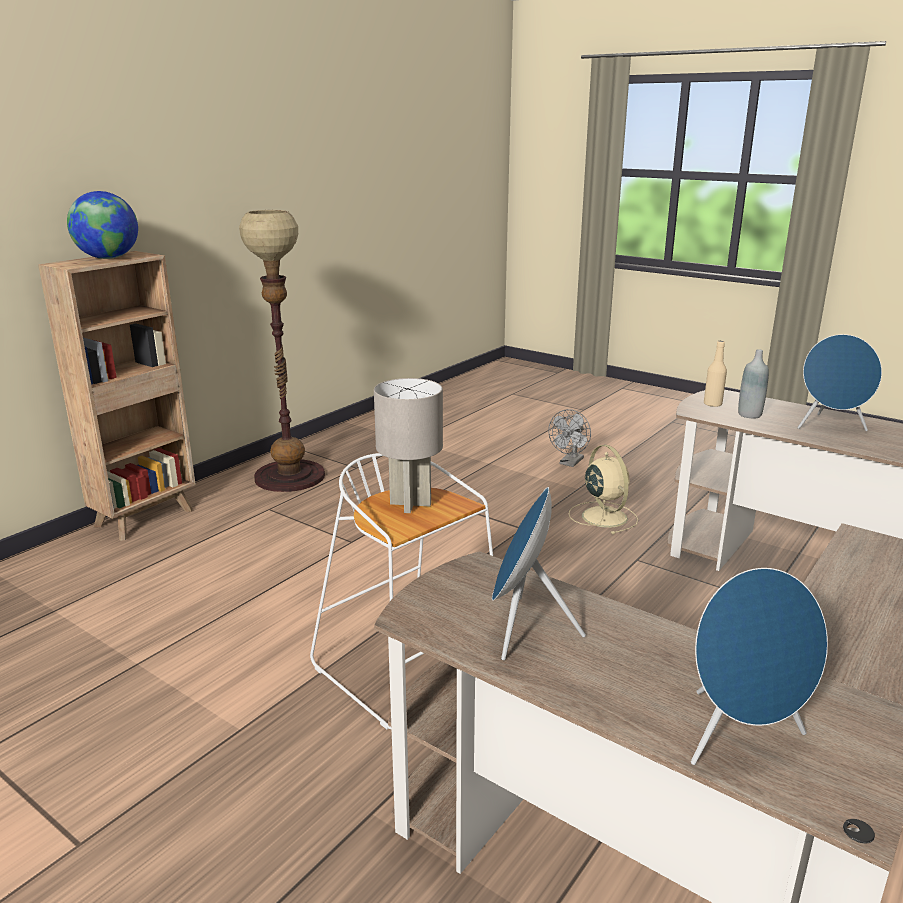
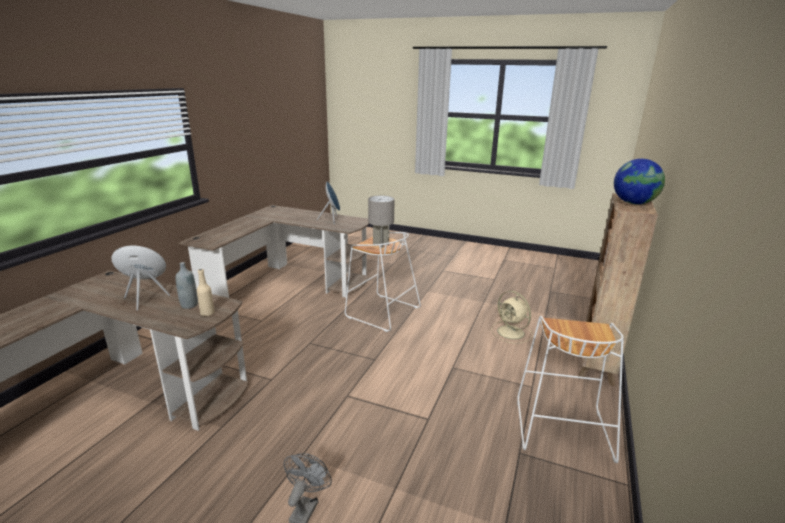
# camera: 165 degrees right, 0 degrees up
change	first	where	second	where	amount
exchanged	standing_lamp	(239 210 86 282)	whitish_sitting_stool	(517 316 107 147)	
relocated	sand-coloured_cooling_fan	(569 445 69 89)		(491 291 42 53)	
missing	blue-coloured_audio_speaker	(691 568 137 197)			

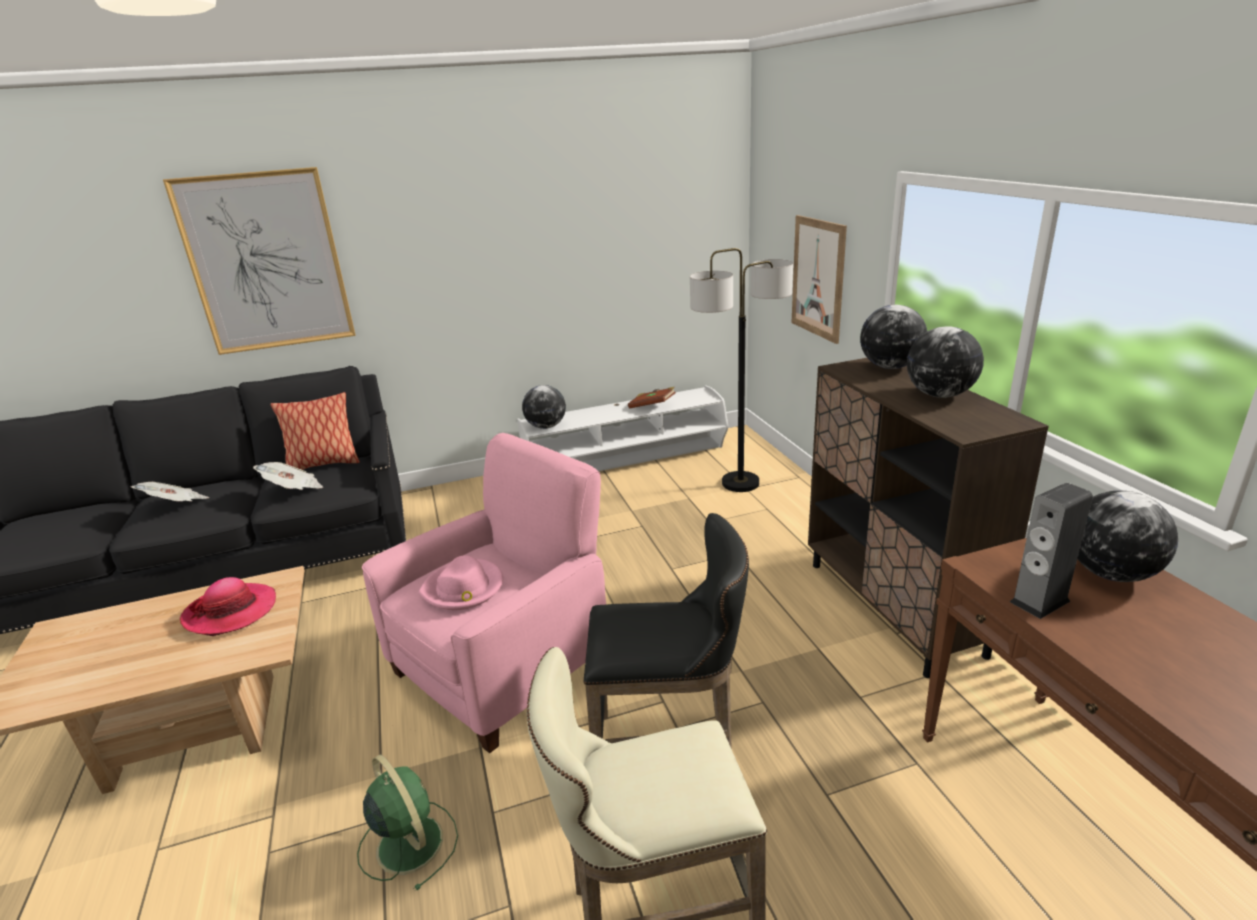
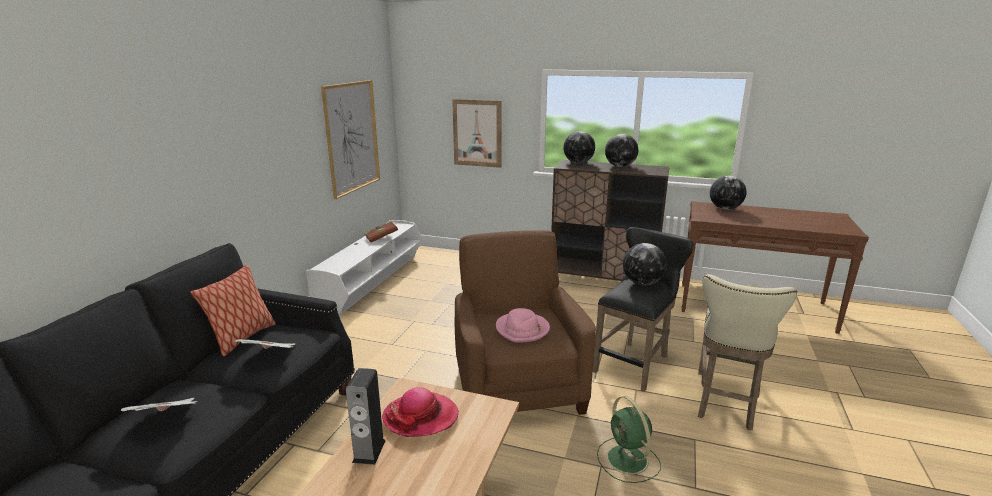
# camera: 55 degrees left, 5 degrees down
change	first	where	second	where	amount
relocated	wall_picture	(163 167 193 188)		(321 80 59 119)	
missing	standing_lamp	(690 248 103 244)			
relocated	desk_globe	(522 385 44 44)		(623 243 44 42)	
colour	pink_armchair	(362 433 244 320)	brown_armchair	(455 230 141 185)	
relocated	audio_speaker	(1010 483 83 136)		(346 368 40 97)	
spun	greenish_cooling_fan	(357 754 101 137)		(597 396 64 87)	105 degrees counterclockwise

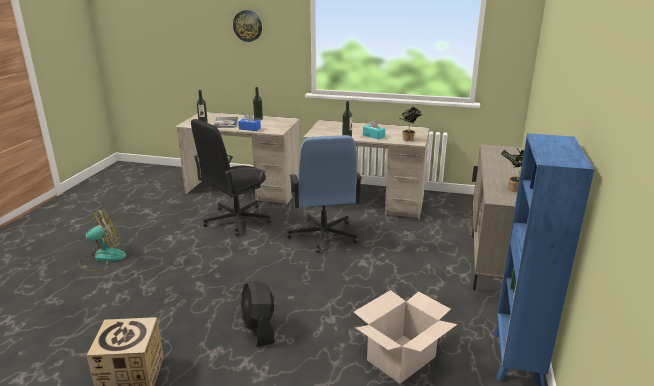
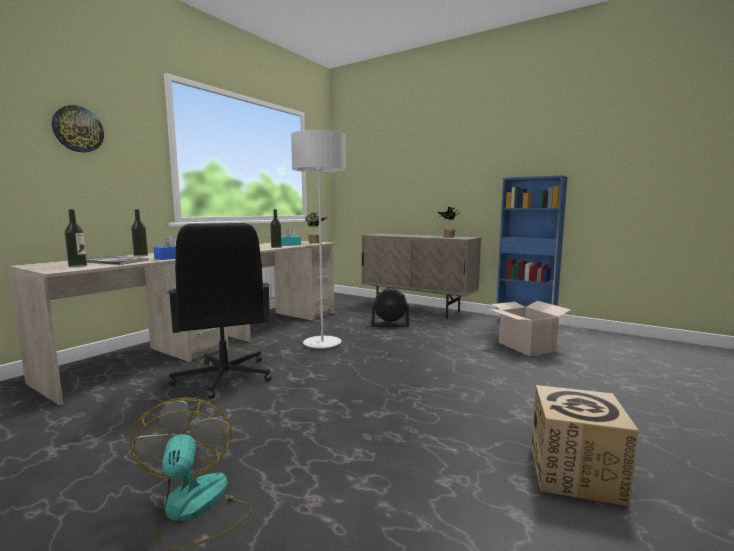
# camera: 70 degrees left, 15 degrees down
change	first	where	second	where	amount
exchanged	blue-coloured_office_chair	(287 135 75 118)	gray_standing_lamp	(291 130 55 219)	
relocated	black-coloured_cooling_fan	(241 281 33 66)		(371 289 39 38)	

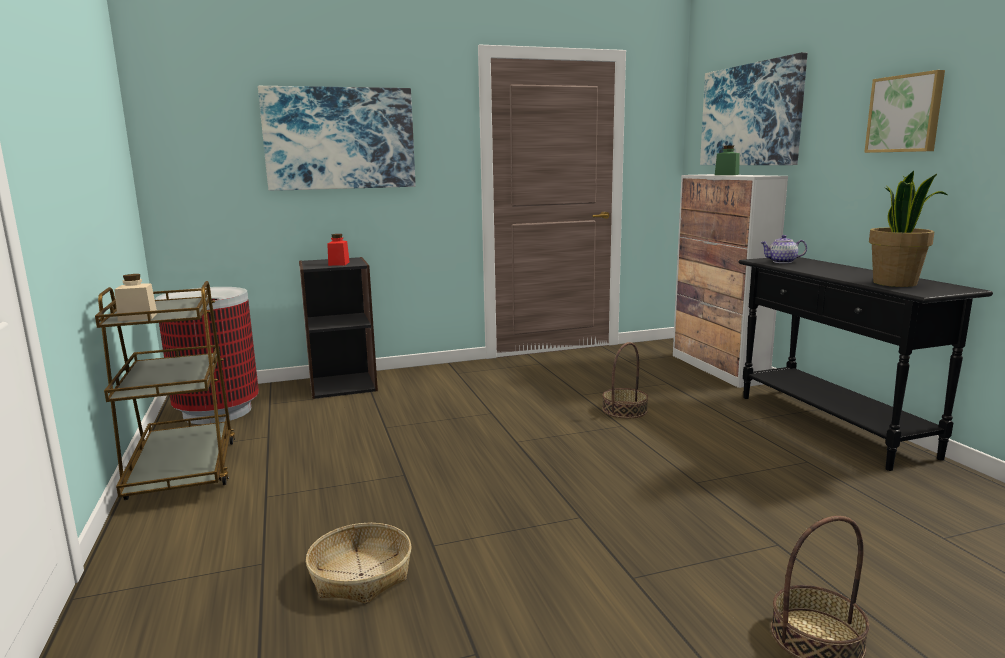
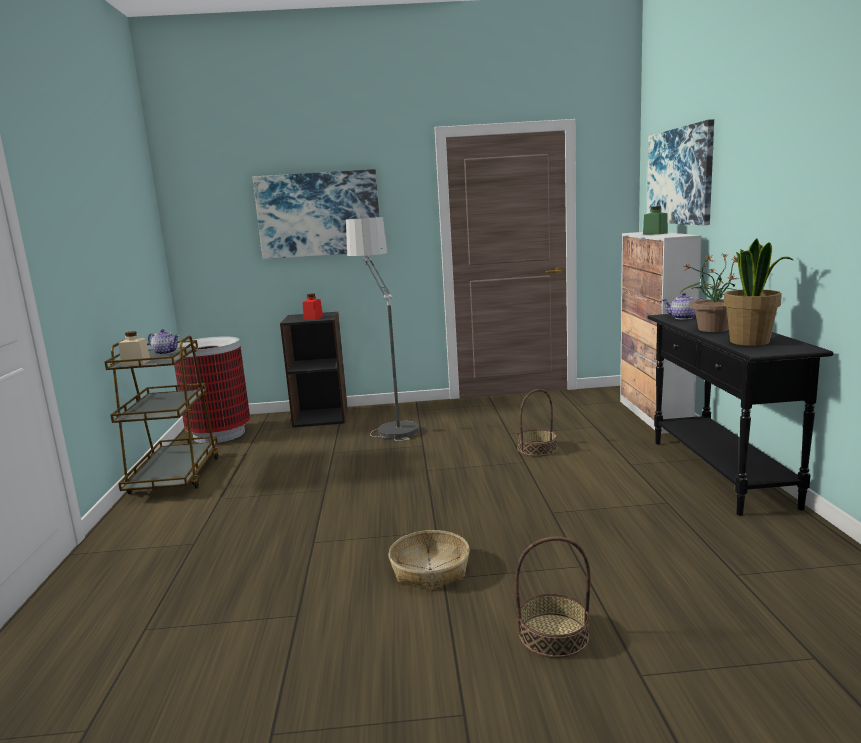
# camera: 15 degrees right, 0 degrees up
change	first	where	second	where	amount
missing	wall_picture	(864 70 81 83)			
relocated	household_basket	(306 523 105 81)		(388 530 82 60)	
appeared			standing_lamp	(346 217 73 224)	
appeared			houseplant	(681 253 57 79)	
appeared			tea_pot	(148 329 31 26)	

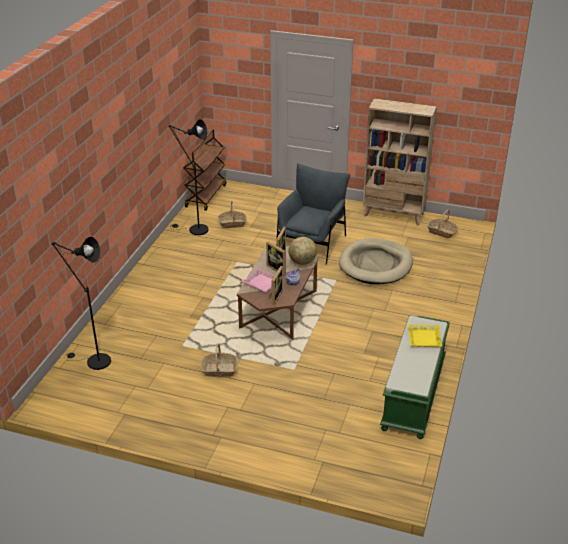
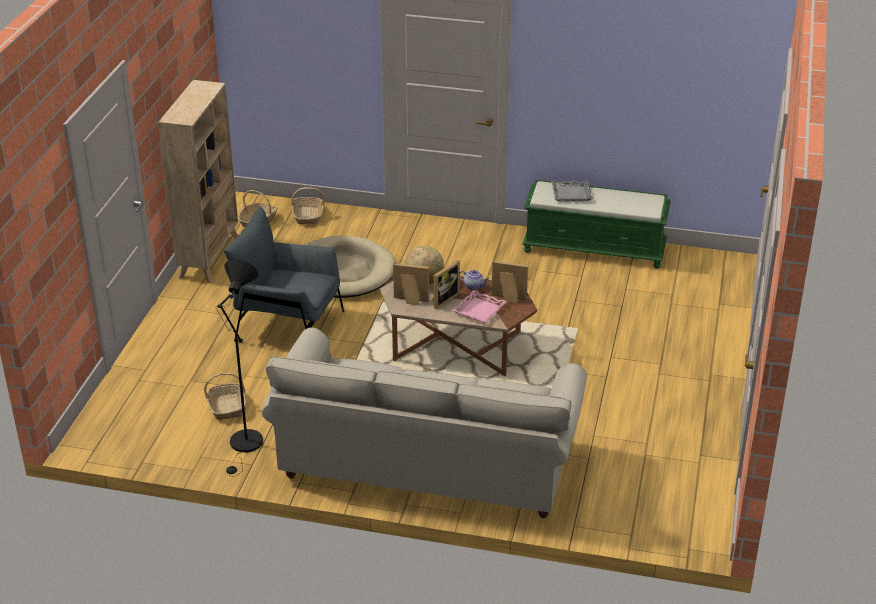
# camera: 95 degrees left, 0 degrees up
change	first	where	second	where	amount
missing	brown_trolley	(183 130 43 81)			
missing	black-coloured_standing_lamp	(52 237 59 133)			
colour	yellow_tray	(408 324 34 23)	gray_tray	(551 181 42 21)	
relocated	household_basket	(201 343 37 34)		(291 187 34 37)	
appeared			sand-coloured_settee	(261 327 326 191)	

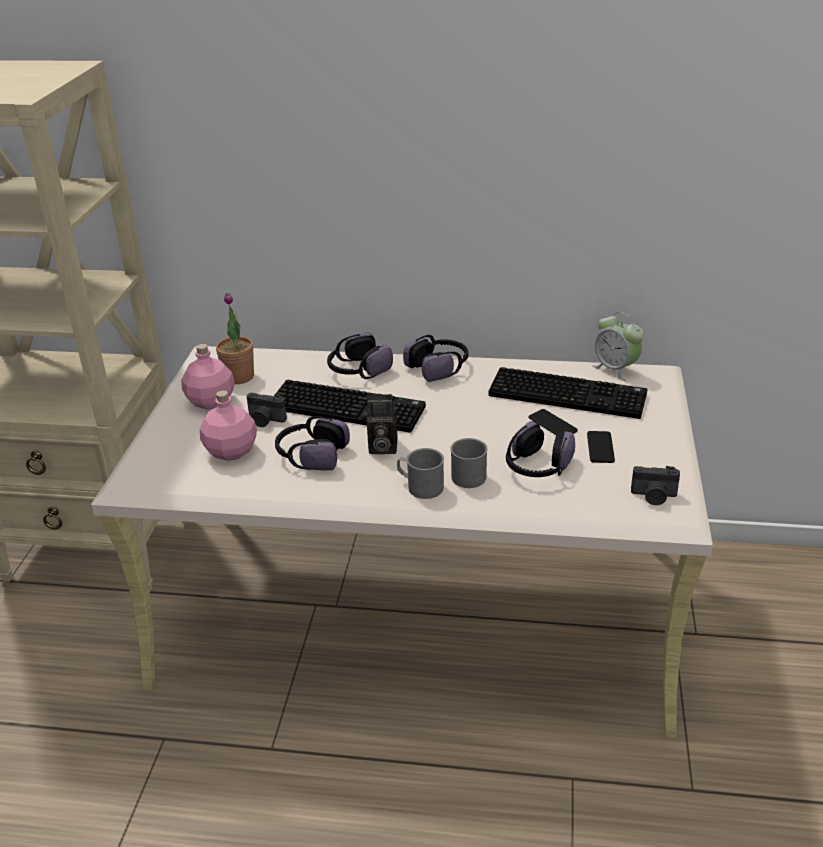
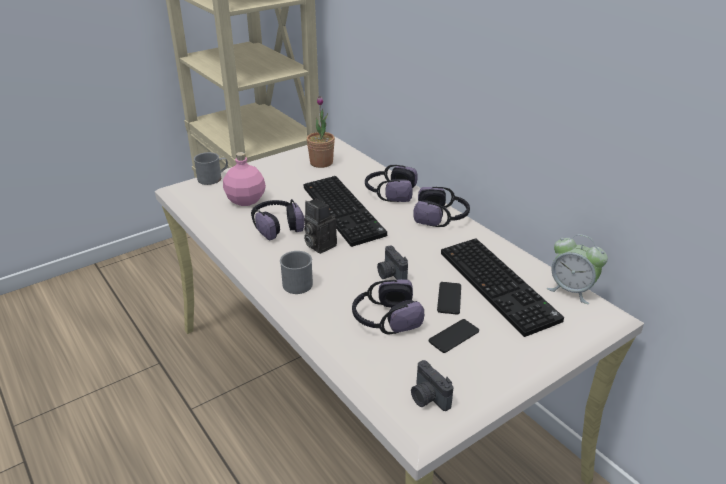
# camera: 45 degrees right, 0 degrees up
change	first	where	second	where	amount
spun	bedside_clock	(592 312 52 69)		(547 234 61 70)	60 degrees counterclockwise
missing	pink_beverage_bottle	(181 344 54 66)			
relocated	still_camera	(247 393 40 34)		(377 245 31 35)	
relocated	gray_tea_mug	(450 438 38 50)		(194 152 34 33)	

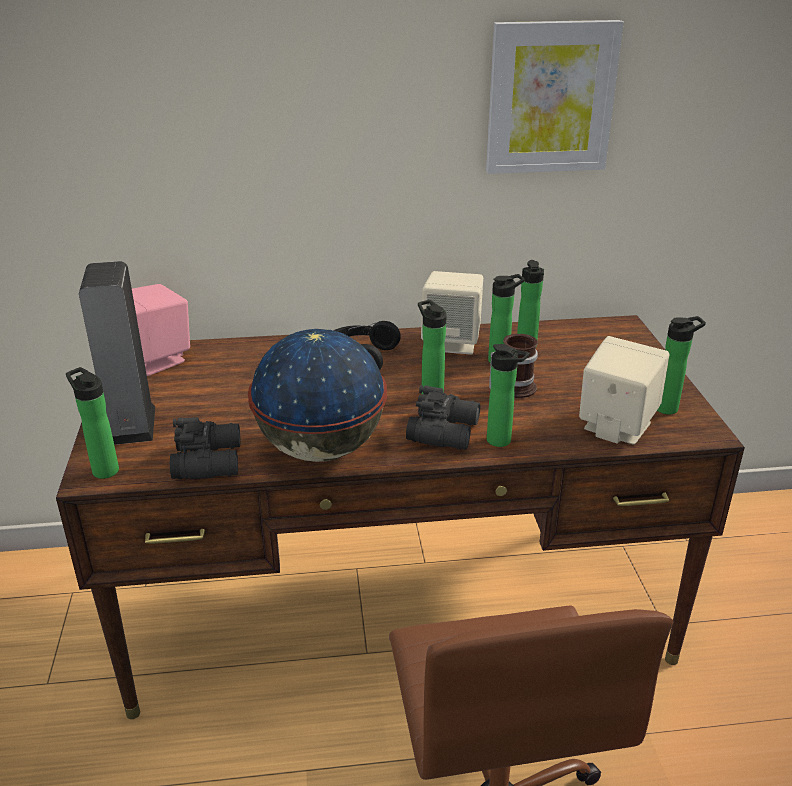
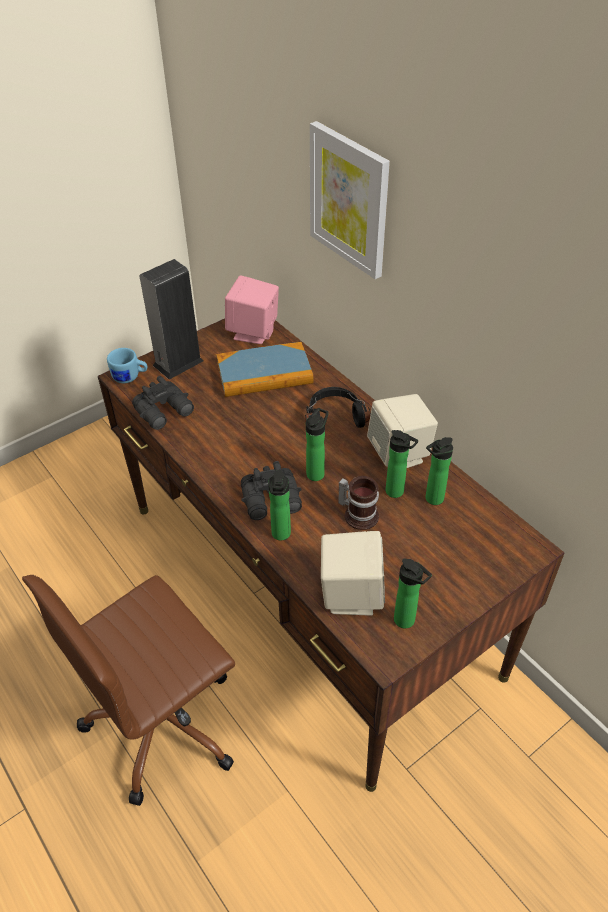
# camera: 60 degrees right, 15 degrees up
change	first	where	second	where	amount
relocated	wall_picture	(486 20 138 154)		(310 121 80 158)	
missing	desk_globe	(248 329 139 133)			
exchanged	beverage_bottle	(66 367 53 112)	blue-coloured_tea_mug	(107 348 40 35)	
appeared			book	(216 342 97 55)	

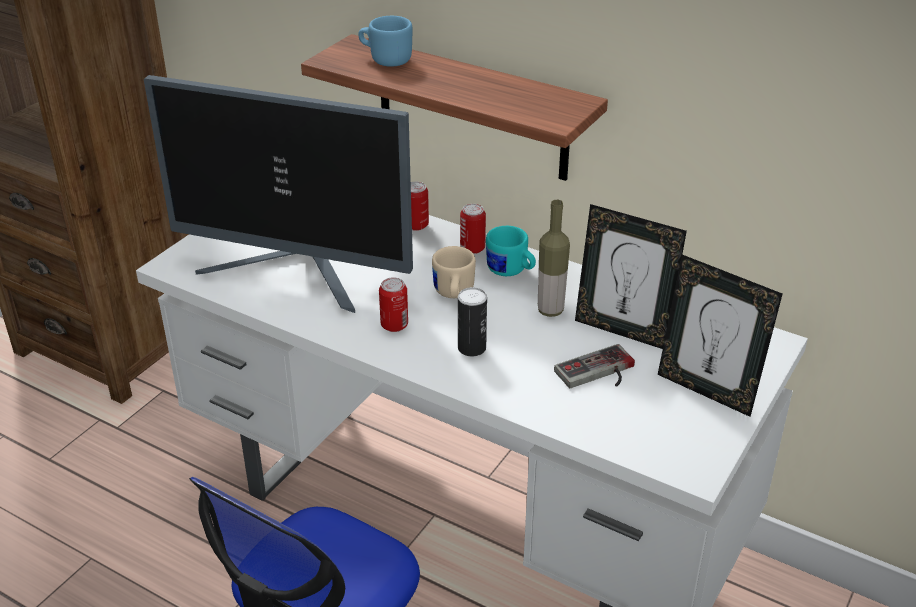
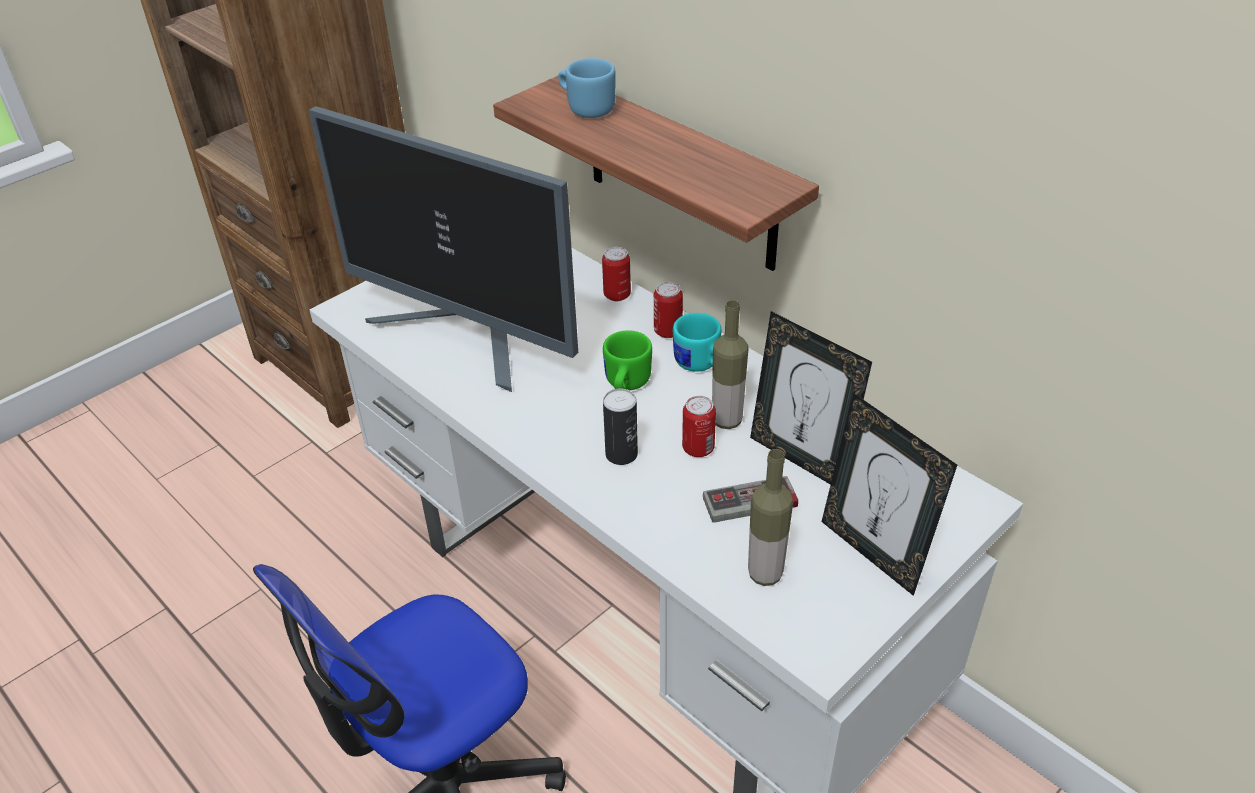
# camera: 15 degrees right, 5 degrees up
change	first	where	second	where	amount
colour	sand-coloured_tea_mug	(432 246 44 52)	greenish_tea_mug	(603 330 49 60)	
relocated	sealed_can	(379 277 29 55)		(682 396 34 61)	
appeared			beverage_bottle	(748 449 45 137)	

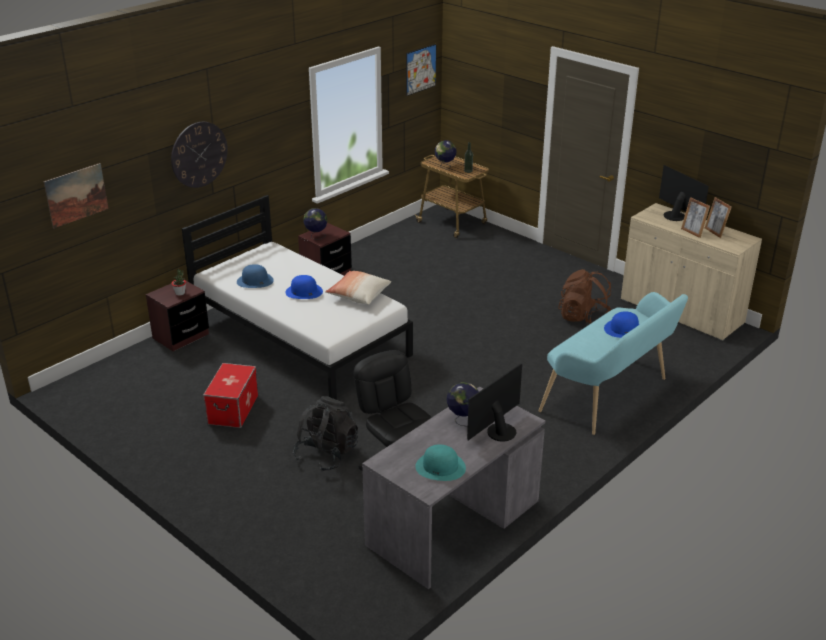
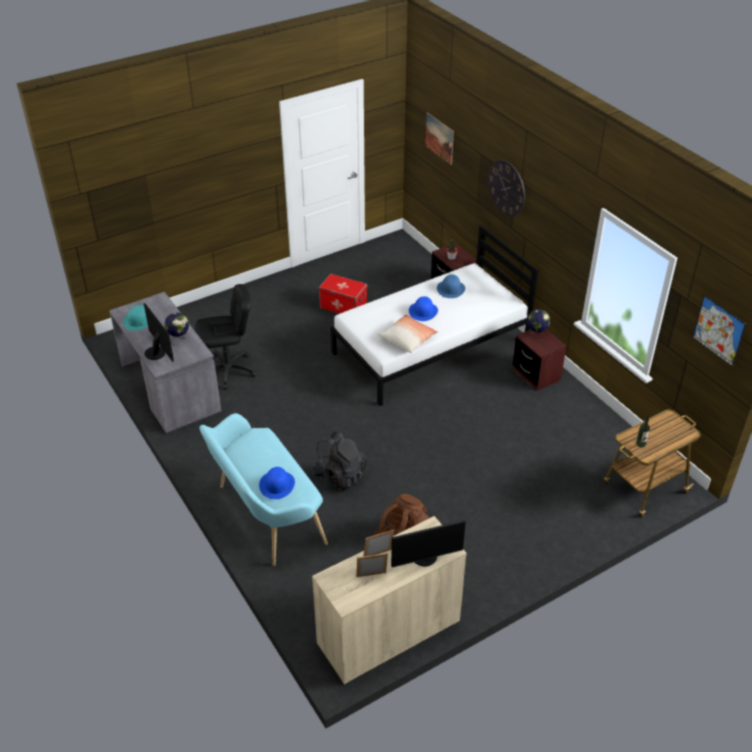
# camera: 105 degrees right, 10 degrees up
change	first	where	second	where	amount
missing	desk_globe	(435 140 22 29)			
relocated	black-coloured_backpack	(293 396 65 76)		(312 431 55 60)	

